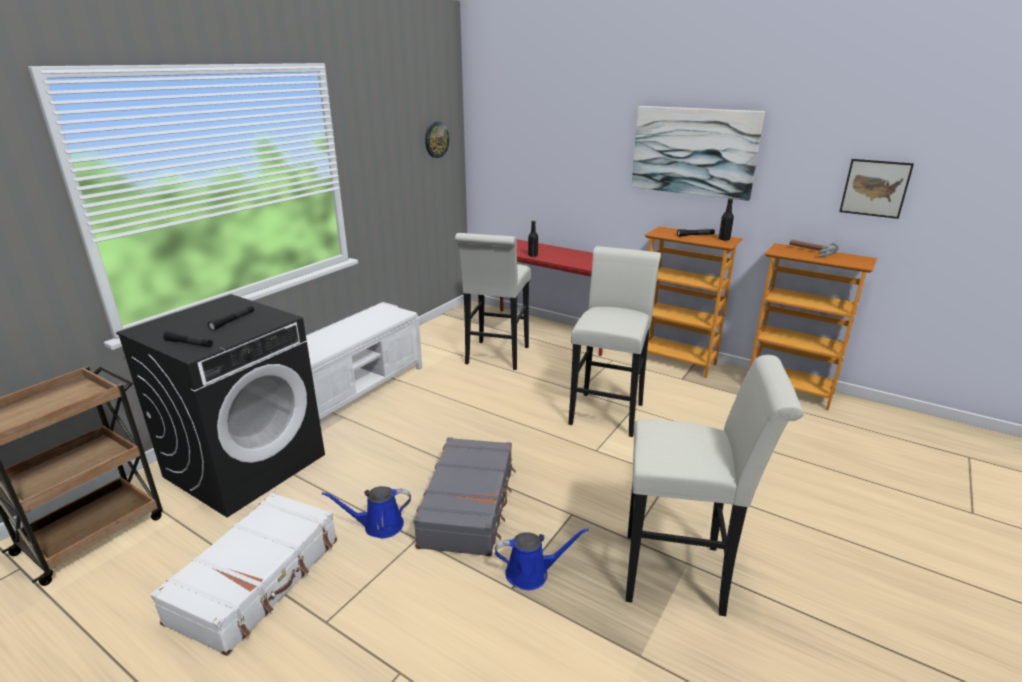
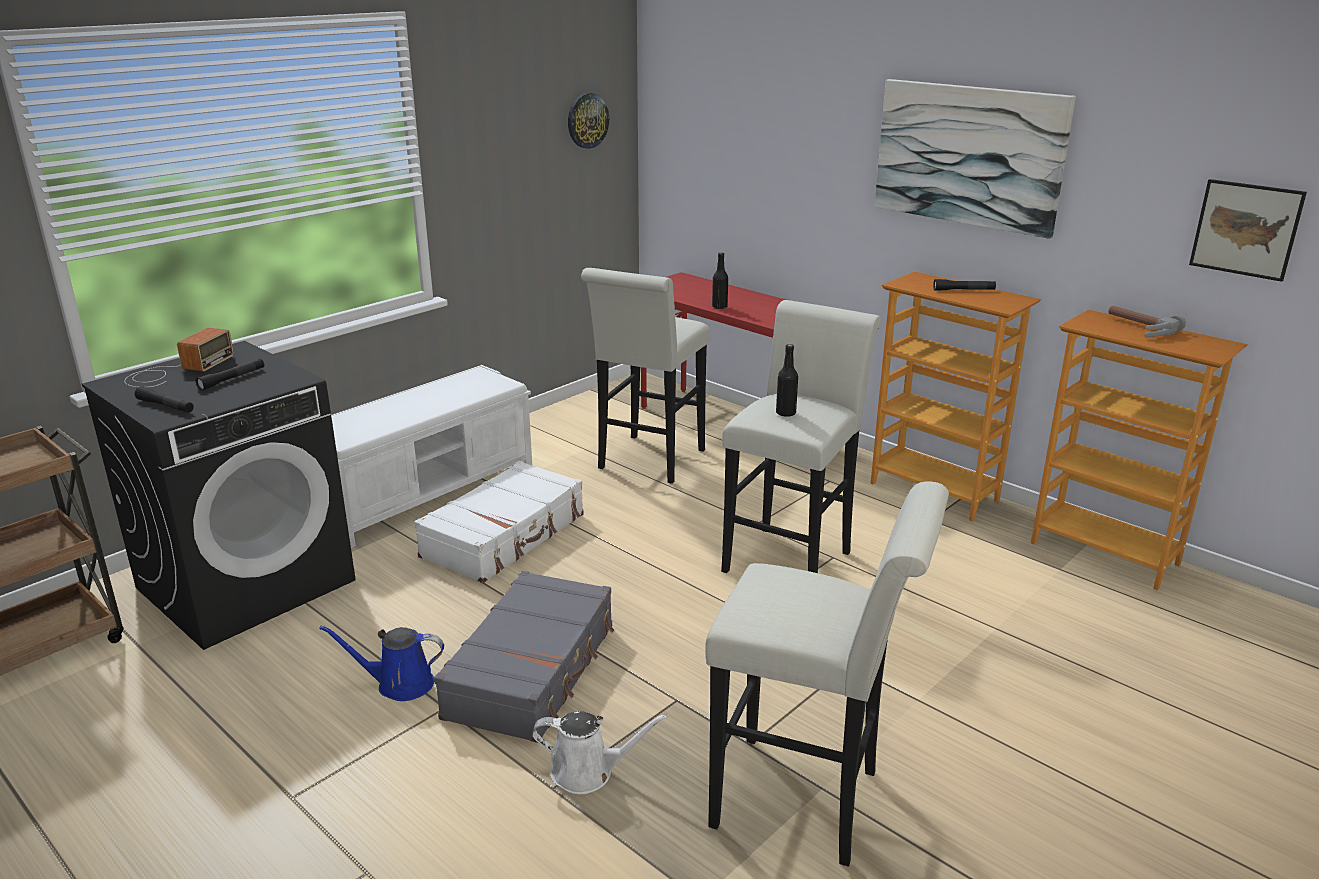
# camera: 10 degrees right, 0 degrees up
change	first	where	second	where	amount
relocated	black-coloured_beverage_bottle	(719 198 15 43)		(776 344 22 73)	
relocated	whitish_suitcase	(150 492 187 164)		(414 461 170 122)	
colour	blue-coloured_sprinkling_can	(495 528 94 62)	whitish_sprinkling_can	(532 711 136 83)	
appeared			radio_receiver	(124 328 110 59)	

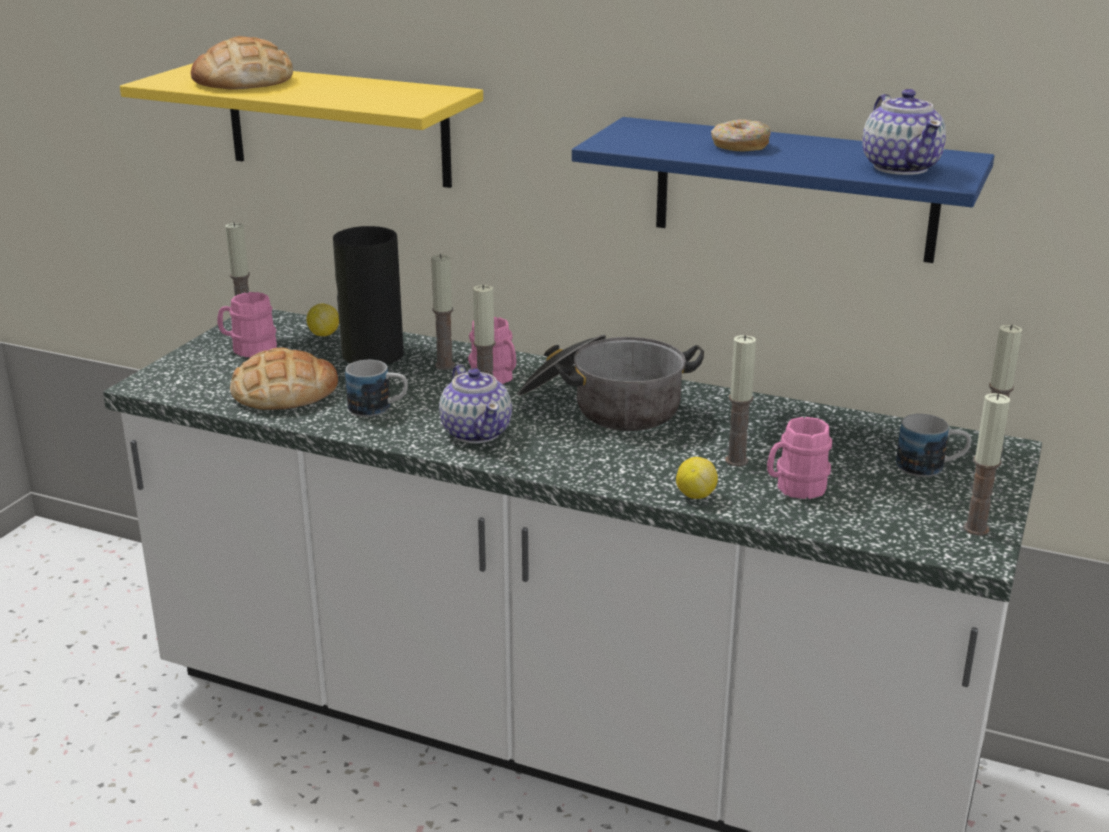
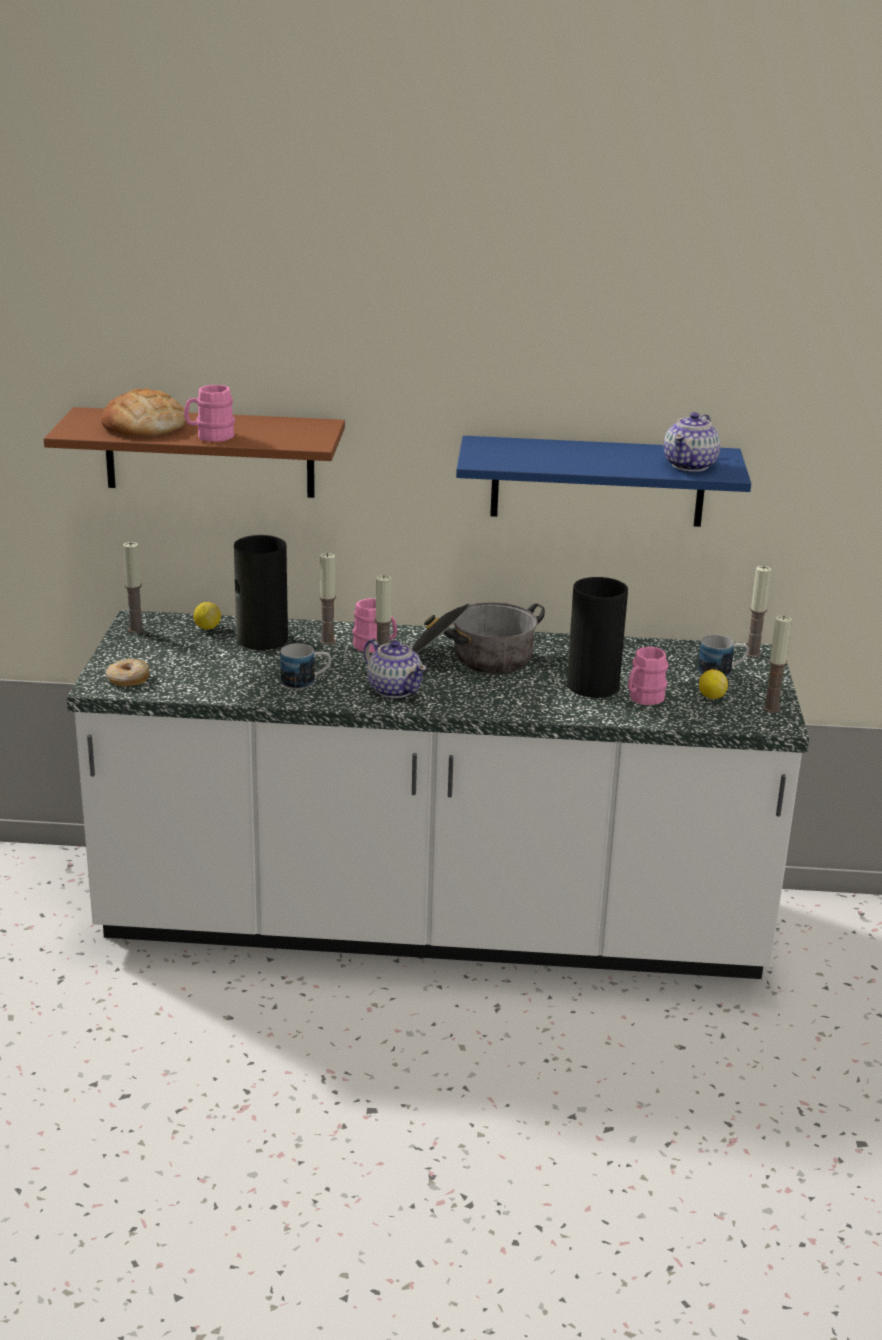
# camera: 20 degrees left, 0 degrees up
change	first	where	second	where	amount
colour	yellow_bracket_shelf	(120 63 363 125)	brown_bracket_shelf	(44 407 301 91)	
spun	tea_pot	(862 89 84 86)		(664 412 57 60)	60 degrees clockwise
relocated	ring_doughnut	(711 119 60 32)		(106 659 43 27)	
relocated	pink_tea_mug	(218 292 59 65)		(184 385 51 57)	
exchanged	wax_candle	(725 335 31 131)	decorative_vase	(567 577 61 121)	
missing	bakery_bread	(230 347 108 63)			
relocated	lemon	(676 457 42 42)		(699 670 29 29)	

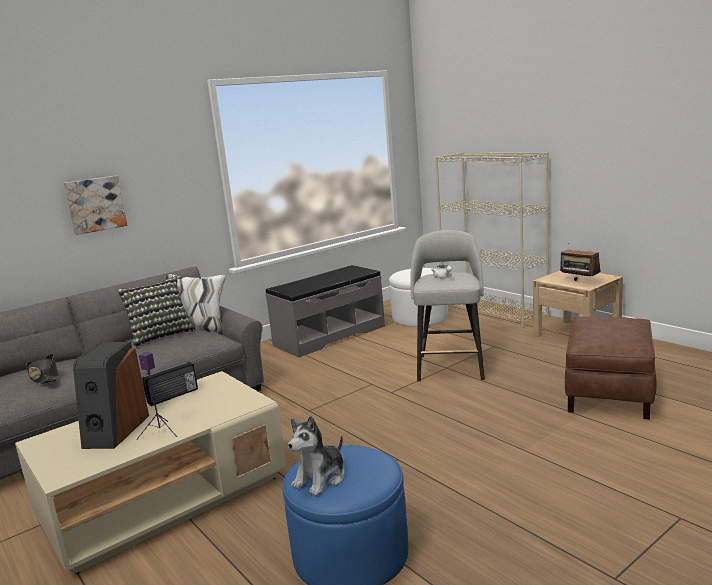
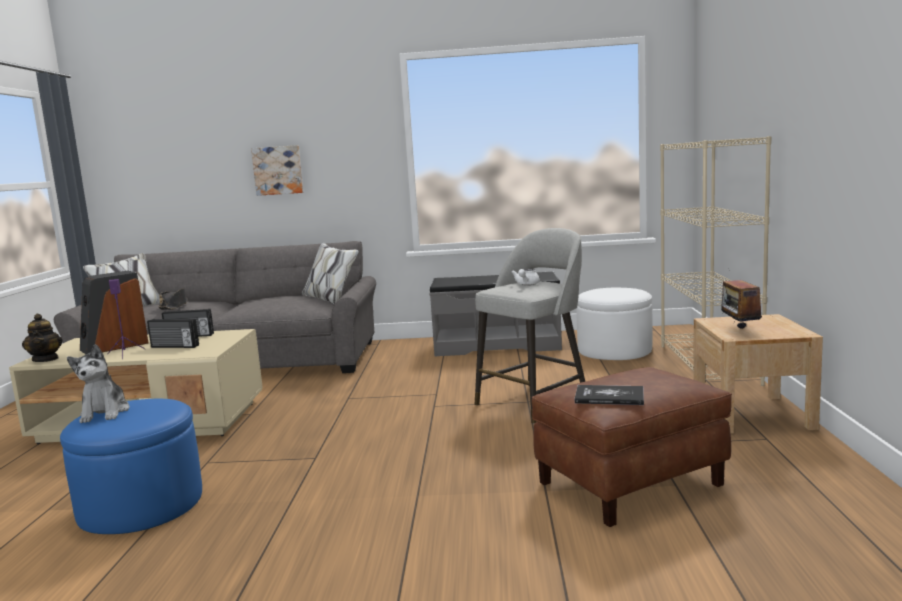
# camera: 40 degrees right, 5 degrees down
change	first	where	second	where	amount
missing	cushion	(117 276 79 71)			
spun	soft_toy	(288 416 57 80)		(67 344 63 79)	90 degrees counterclockwise
appeared			tea_pot	(22 314 40 48)	
appeared			radio_receiver	(147 319 52 29)	
appeared			book	(575 385 69 20)	

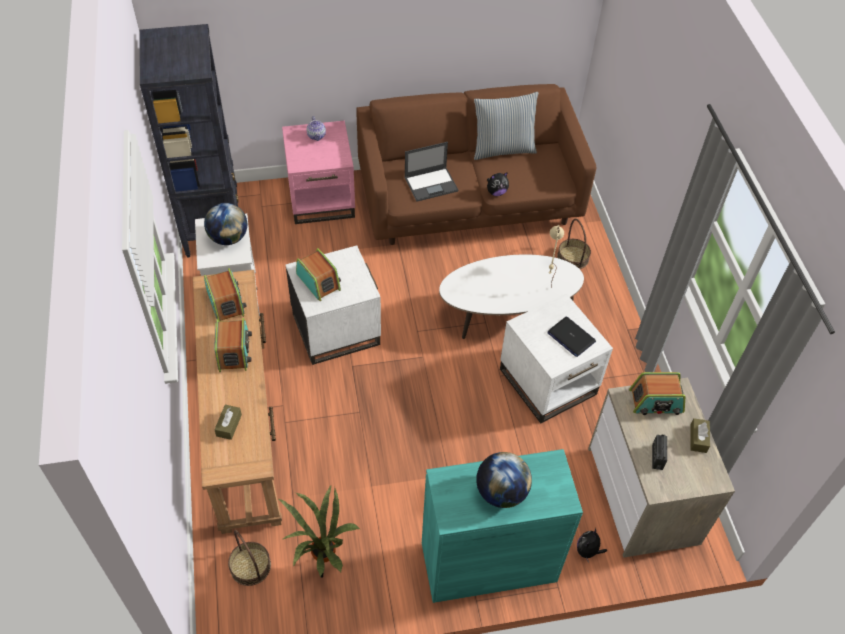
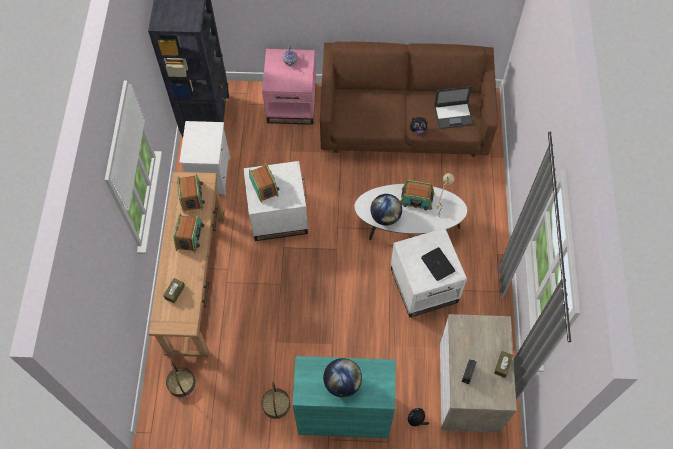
# camera: 15 degrees right, 10 degrees up
change	first	where	second	where	amount
missing	cushion	(474 92 65 68)			
relocated	portable_computer	(405 142 53 60)		(434 86 40 43)	
relocated	desk_globe	(204 203 43 42)		(370 194 32 32)	
relocated	household_basket	(557 219 34 50)		(261 382 30 37)	
relocated	radio_receiver	(629 372 56 43)		(400 180 34 30)	
missing	houseplant	(278 484 82 94)			

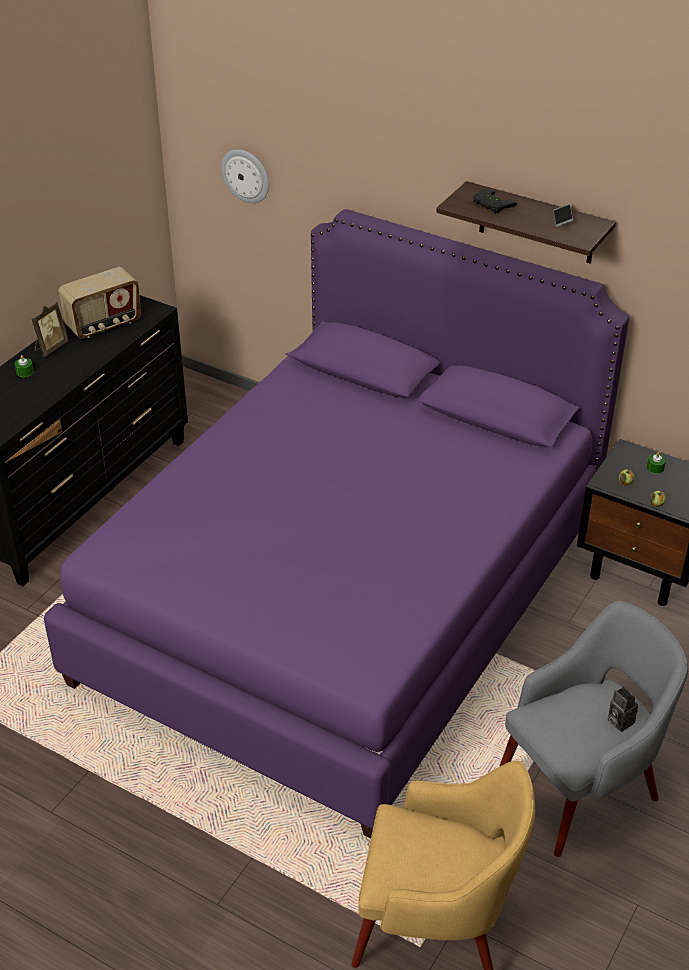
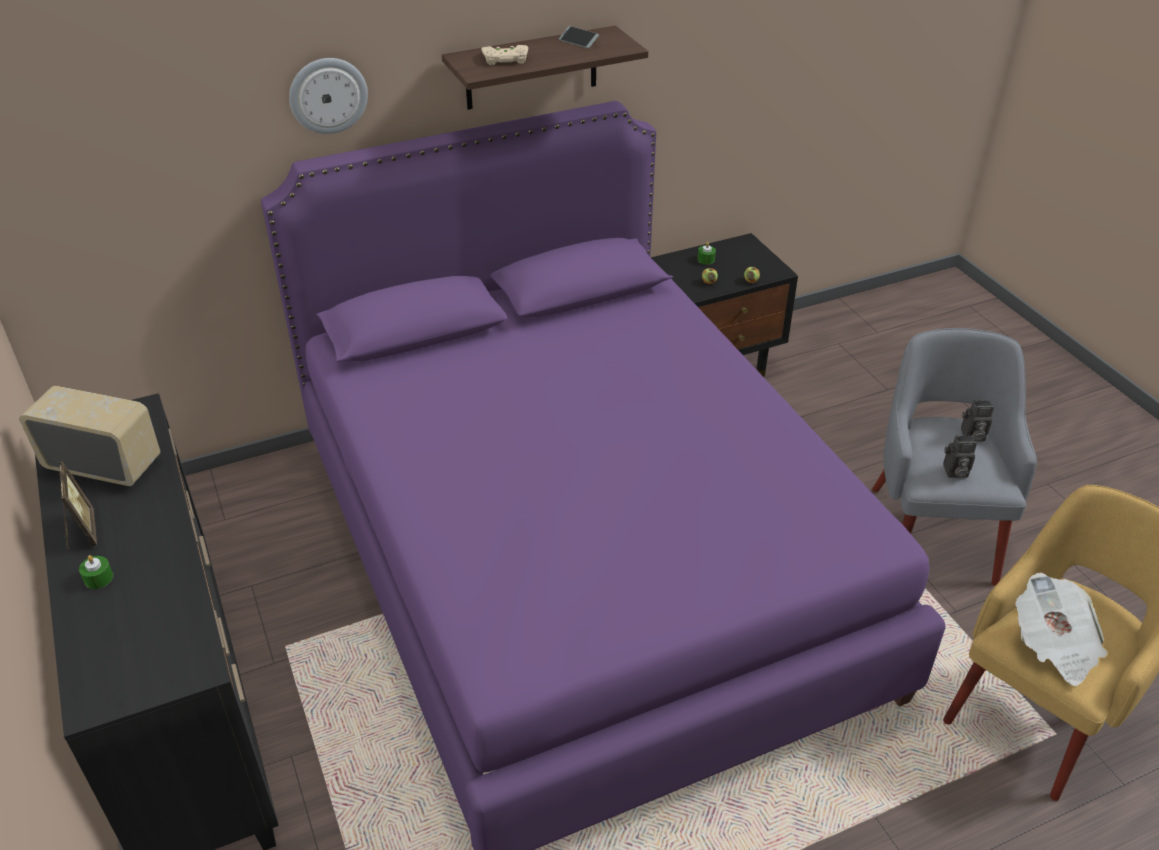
# camera: 55 degrees left, 0 degrees up
change	first	where	second	where	amount
relocated	hanging_clock	(221 149 48 54)		(289 58 79 76)	
colour	black-coloured_joypad	(473 189 44 25)	sand-coloured_joypad	(481 45 47 20)	
spun	radio_receiver	(58 267 83 72)		(19 386 141 100)	75 degrees counterclockwise
appeared			still_camera	(943 436 34 42)	
appeared			newspaper	(1016 573 92 113)	

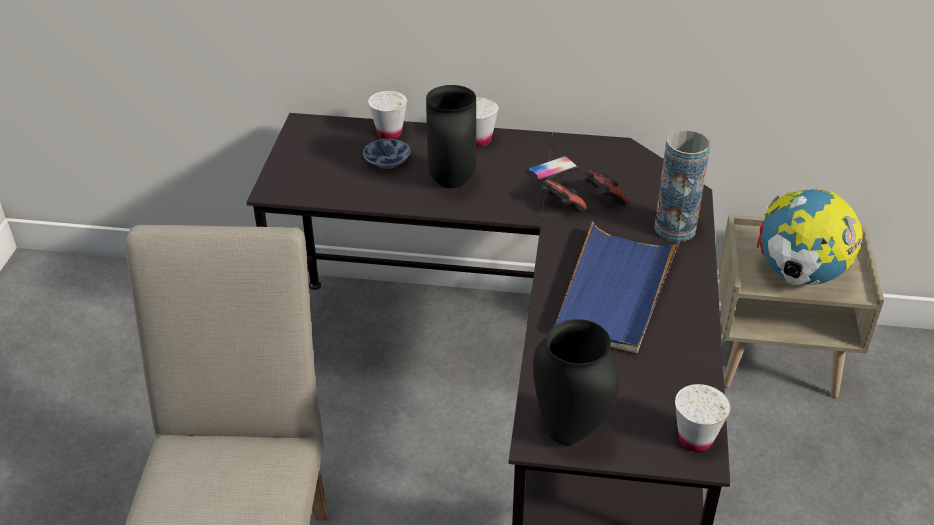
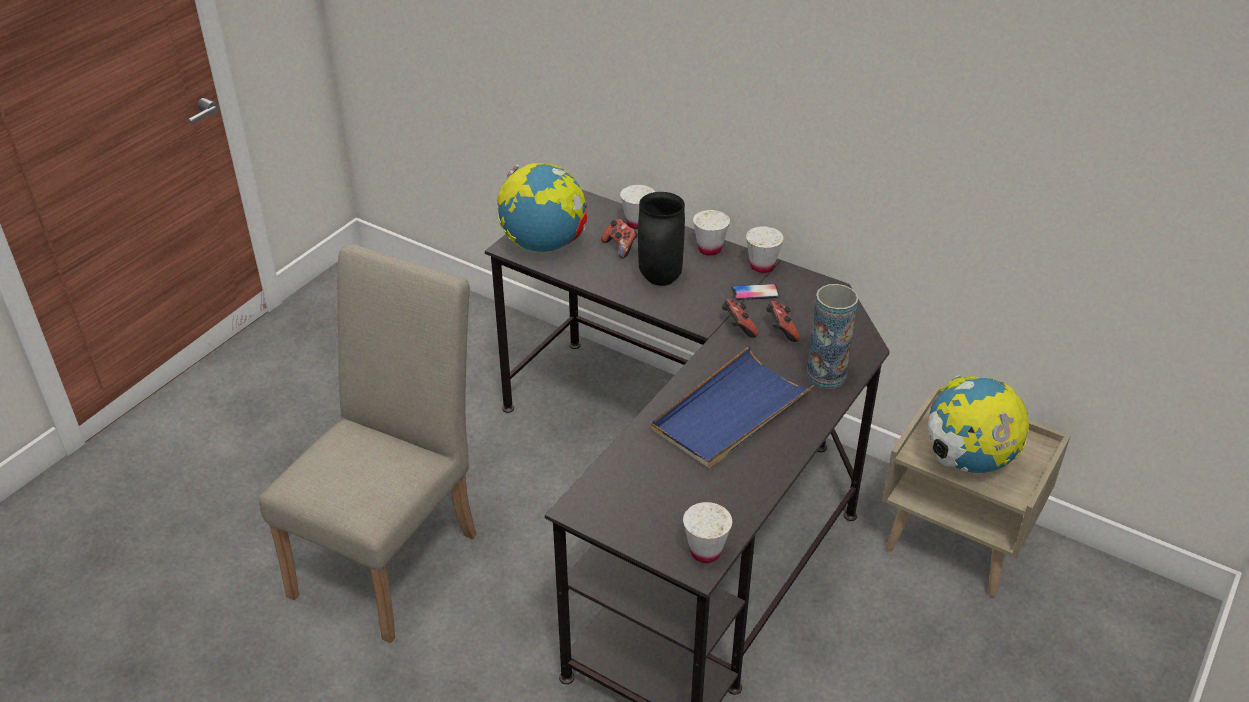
# camera: 25 degrees right, 0 degrees up
change	first	where	second	where	amount
exchanged	deep_dish	(363 139 48 30)	joypad	(601 219 37 39)	
missing	black-coloured_decorative_vase	(533 319 86 126)			
appeared			desk_globe	(497 163 90 90)	
appeared			whitish_drinking_cup	(746 226 38 47)	

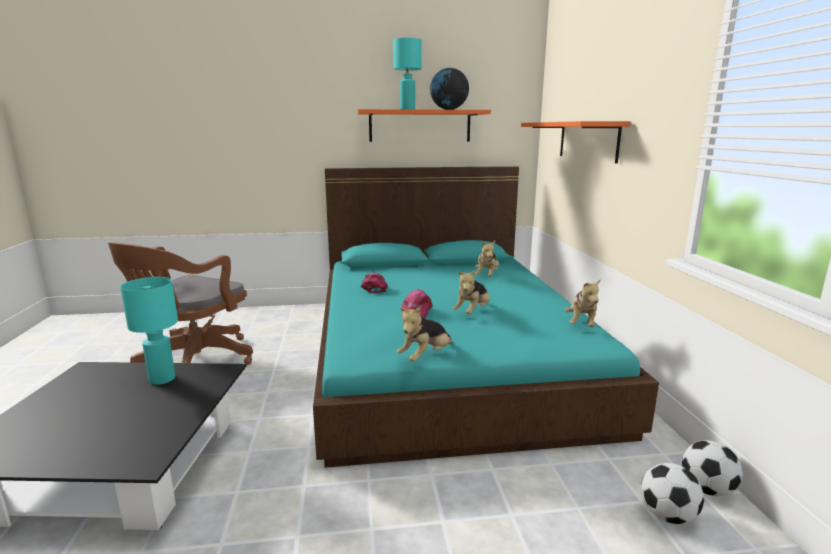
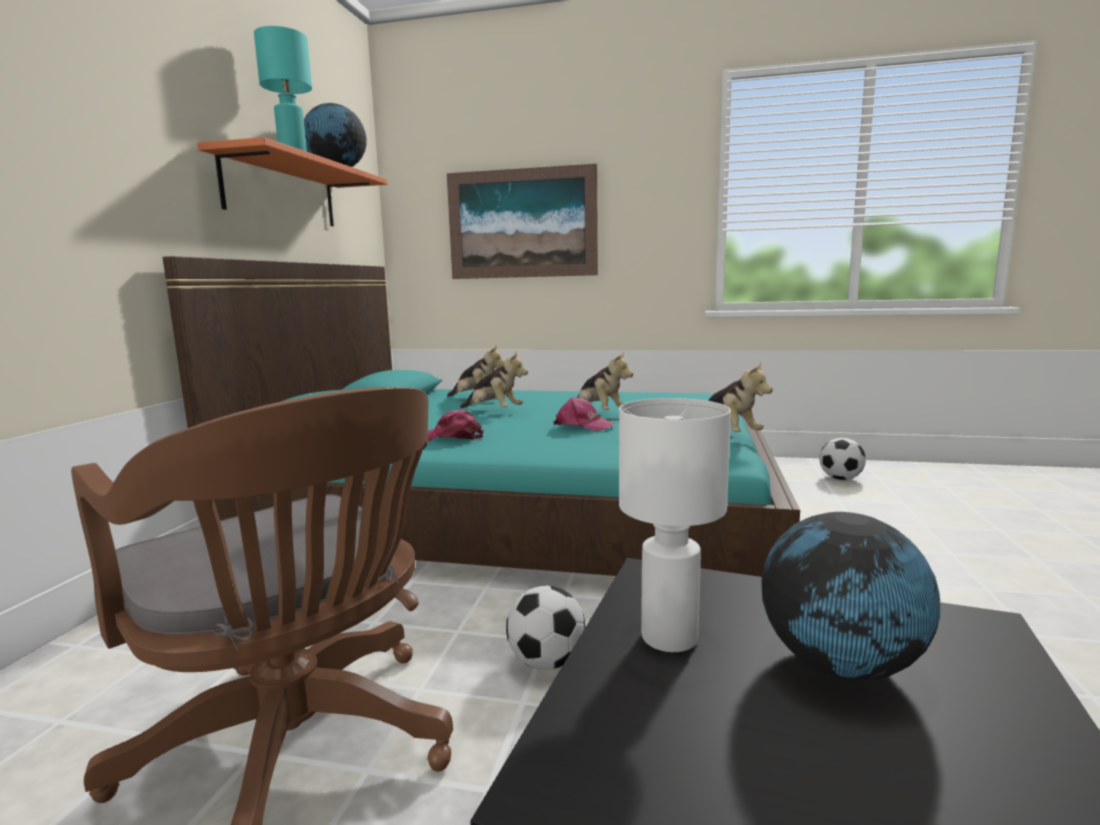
# camera: 70 degrees left, 5 degrees down
change	first	where	second	where	amount
exchanged	orange-coloured_bracket_shelf	(521 121 110 42)	wall_picture	(447 164 151 115)	
colour	blue-green_tabletop_lamp	(120 277 58 108)	whitish_tabletop_lamp	(619 398 112 254)	
relocated	soft_toy	(565 279 36 48)		(460 351 68 57)	
relocated	ball_for_football	(682 440 60 56)		(506 586 79 84)	
appeared			desk_globe	(762 512 178 168)	

